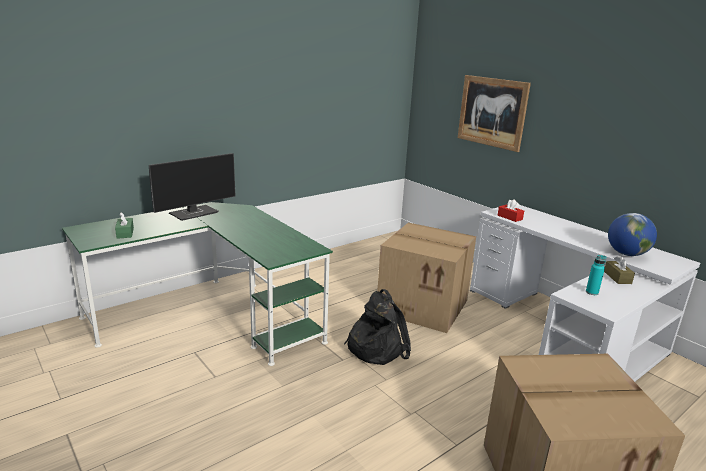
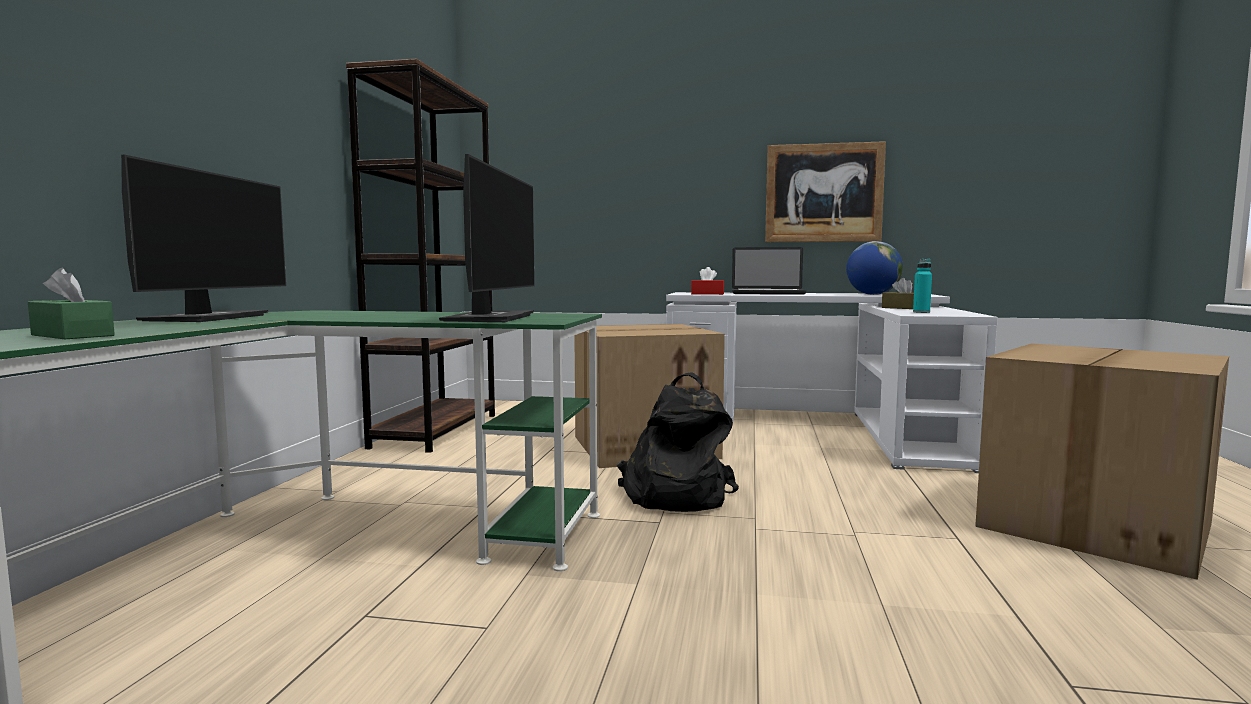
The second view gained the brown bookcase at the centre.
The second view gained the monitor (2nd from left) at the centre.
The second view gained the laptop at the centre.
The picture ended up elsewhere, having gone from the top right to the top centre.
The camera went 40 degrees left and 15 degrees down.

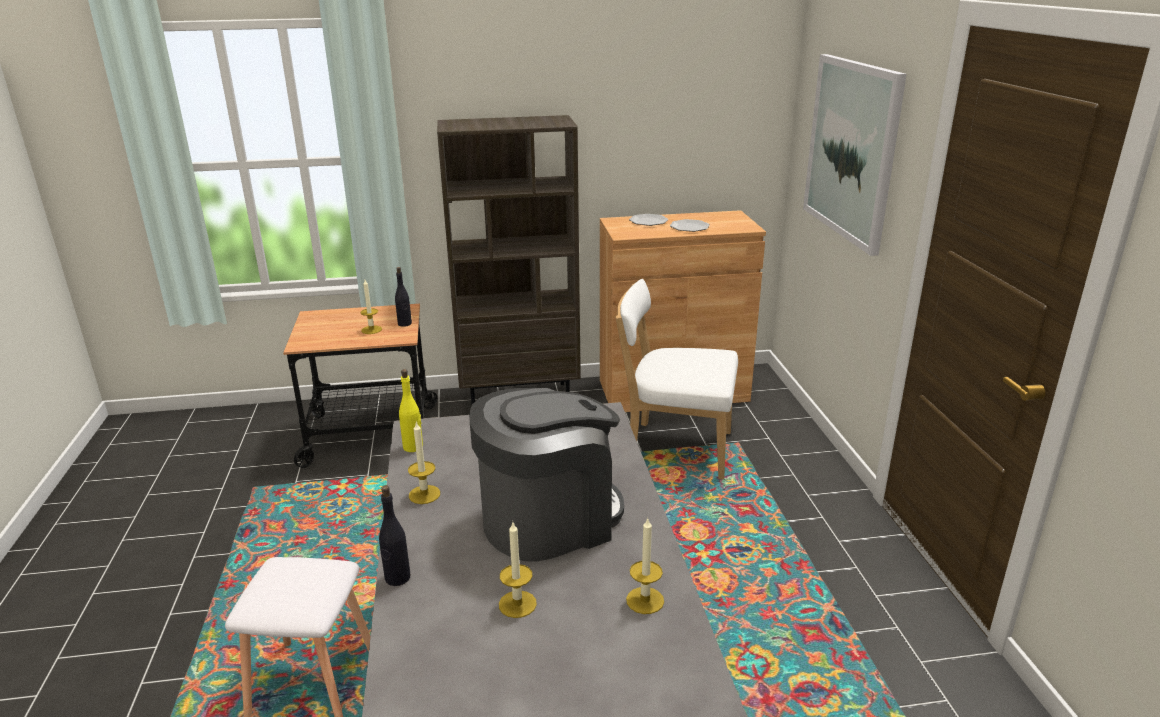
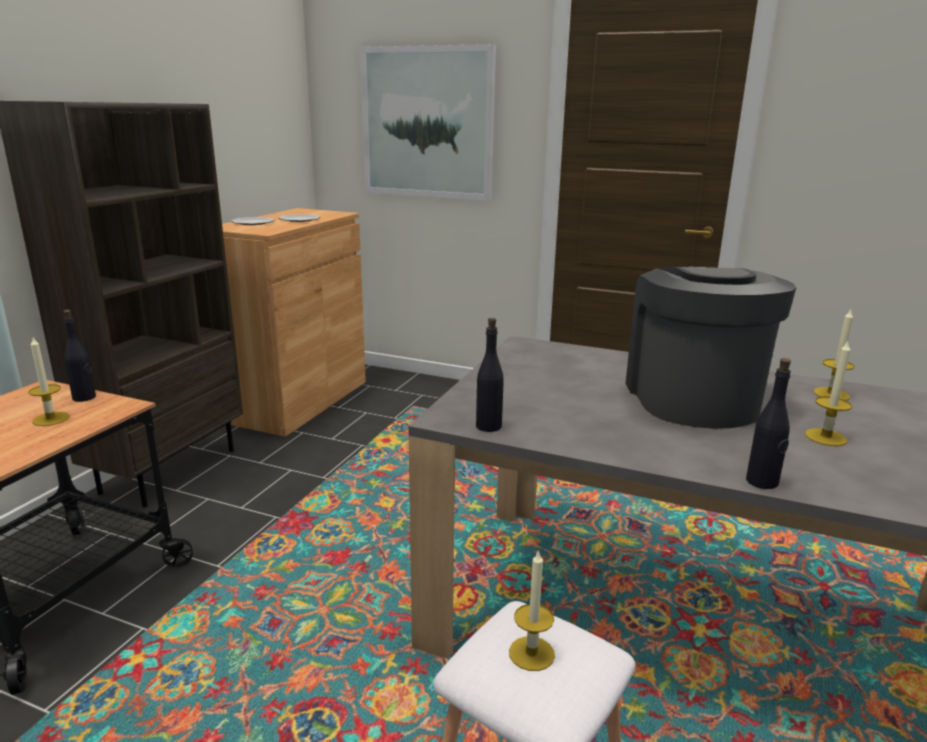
What was the yellow bottle at the centre turned into the black bottle (2nd from left) at the centre.
The candle (2nd from left) ended up elsewhere, having gone from the centre to the bottom centre.
The second view lost the white chair at the centre.
The camera went 60 degrees left and 5 degrees down.

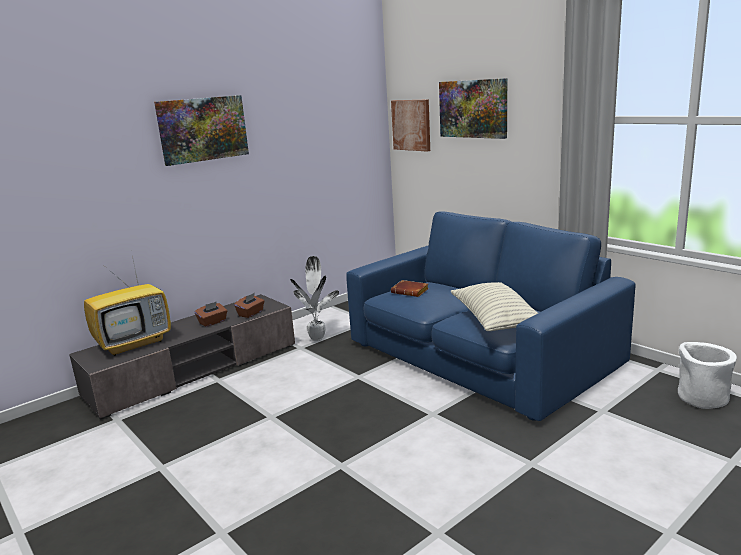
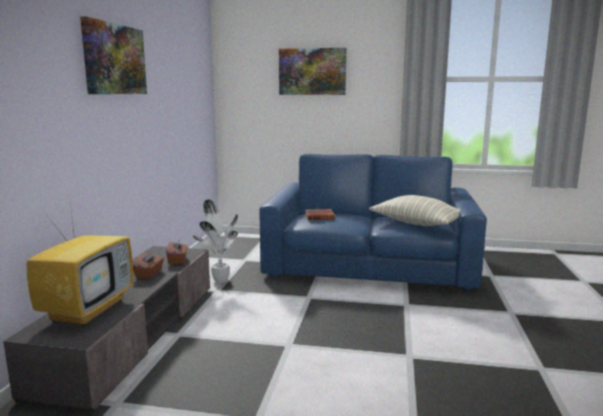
The second view lost the picture (2nd from left) at the top centre.
The second view lost the white planter at the bottom right.
The camera went 40 degrees left and 5 degrees down.

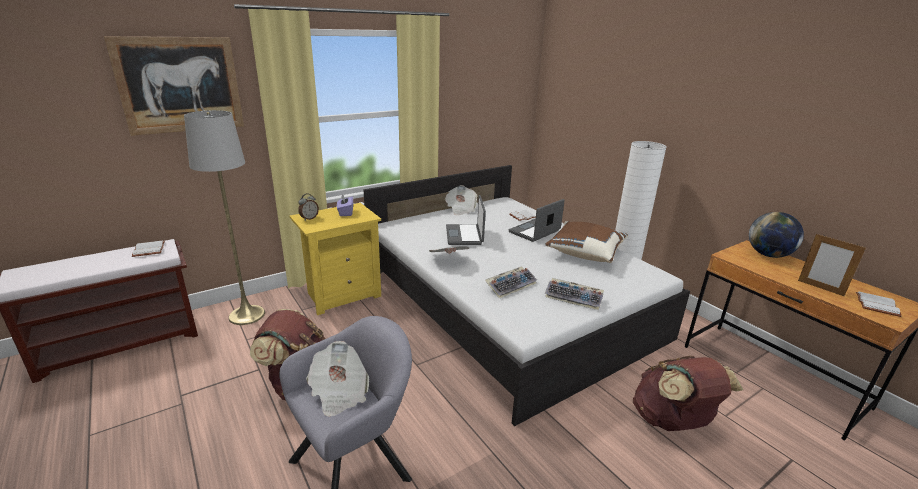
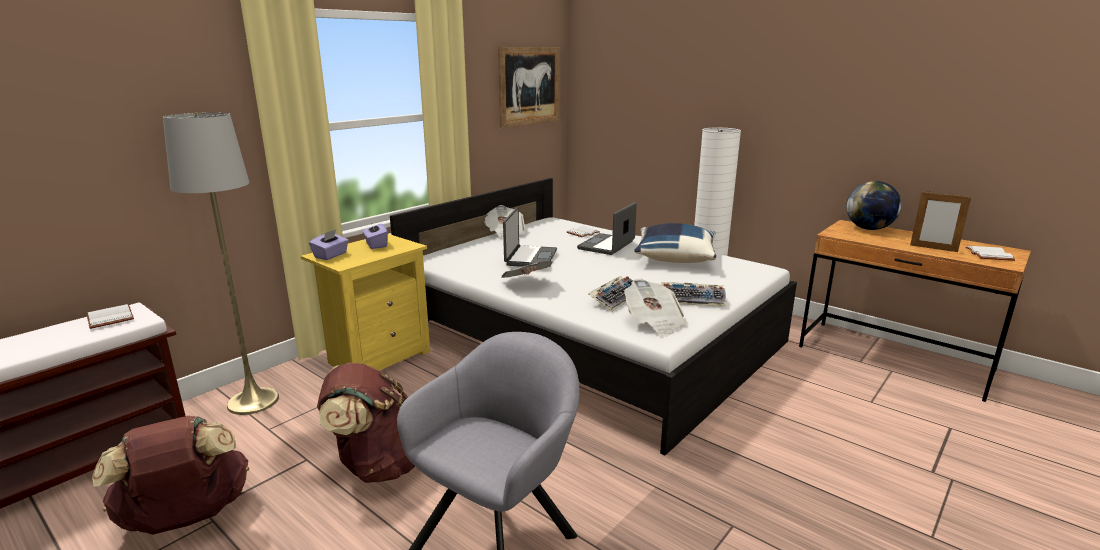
The brown backpack (2nd from left in the first image) ended up elsewhere, having gone from the bottom right to the bottom left.
Where the alarm clock stood at the centre, the purple tissue box (1st from left) came to stand at the middle left.
The picture ended up elsewhere, having gone from the top left to the top centre.
The laptop (1st from left) at the centre ended up facing another way, 150 degrees counterclockwise from before.
The newspaper (1st from left in the first image) ended up elsewhere, having gone from the bottom centre to the centre.
What was the brown pillow at the centre turned into the blue pillow at the centre.
The camera went 15 degrees left and 5 degrees down.

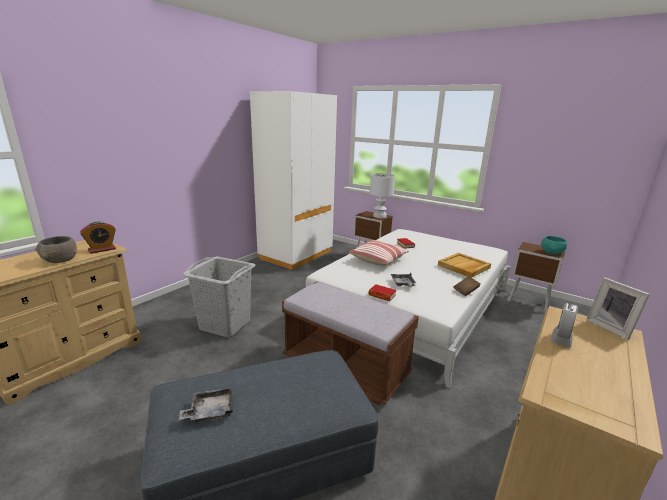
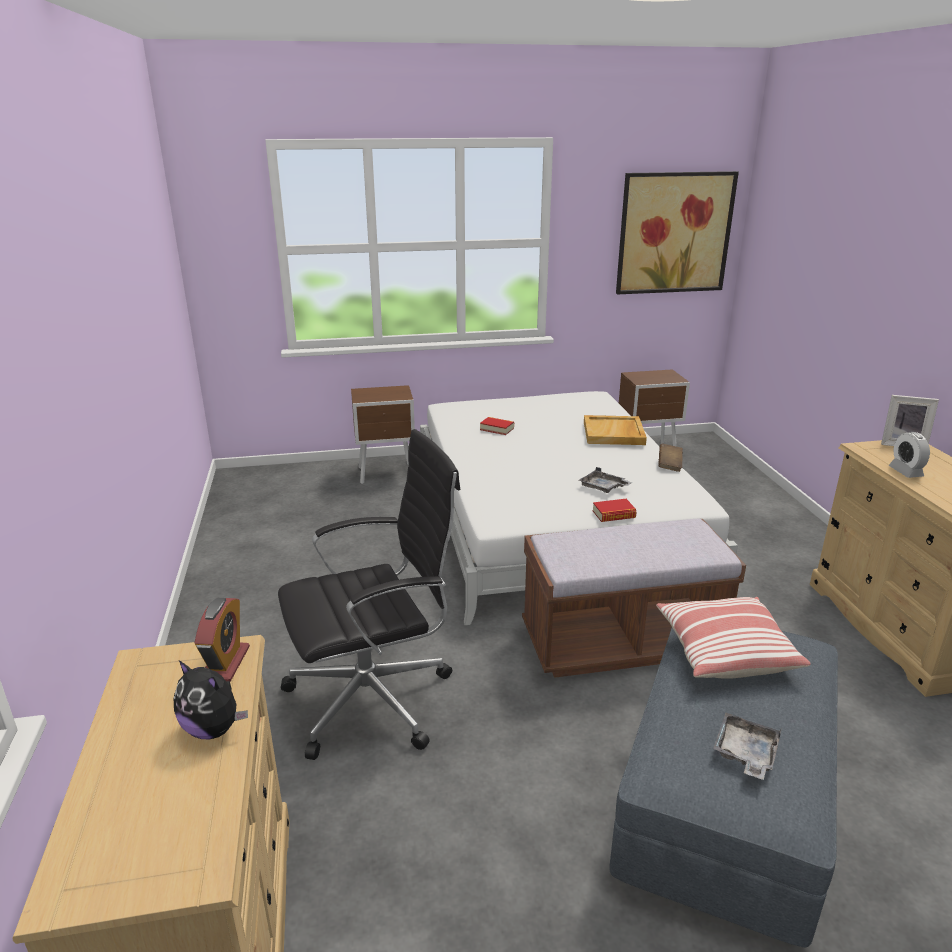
Where the grey bowl stood at the middle left, the plush toy came to stand at the bottom left.
Where the grey laundry basket stood at the middle left, the black office chair came to stand at the centre.
The second view gained the picture at the top right.
The pillow ended up elsewhere, having gone from the centre to the bottom right.
The second view lost the white wardrobe at the centre.
The second view lost the white table lamp at the centre.
The second view lost the turquoise bowl at the middle right.
The camera went 45 degrees left and 5 degrees up.

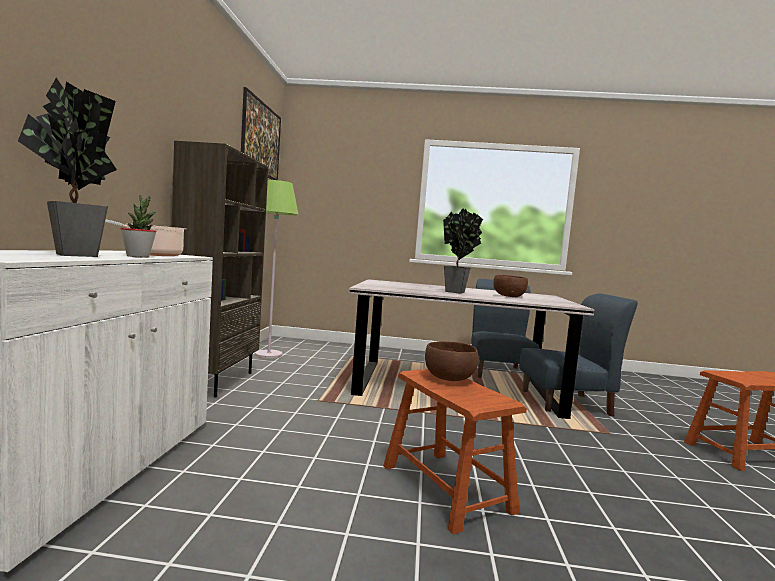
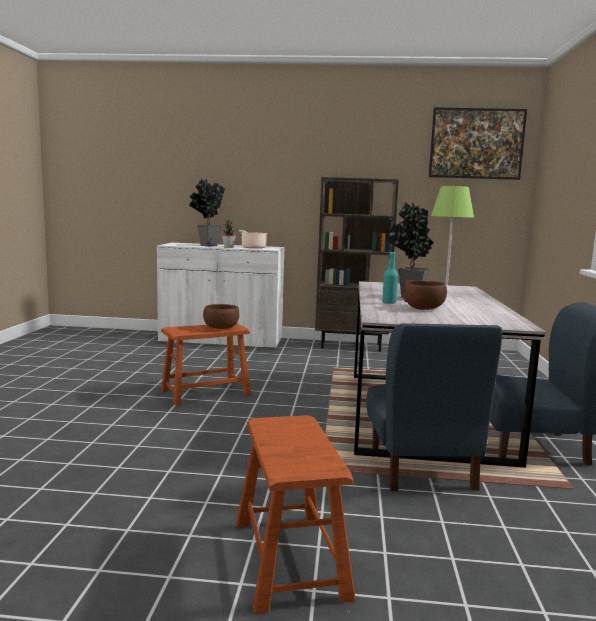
The second view gained the turquoise bottle at the centre.
The camera went 90 degrees right and 5 degrees up.

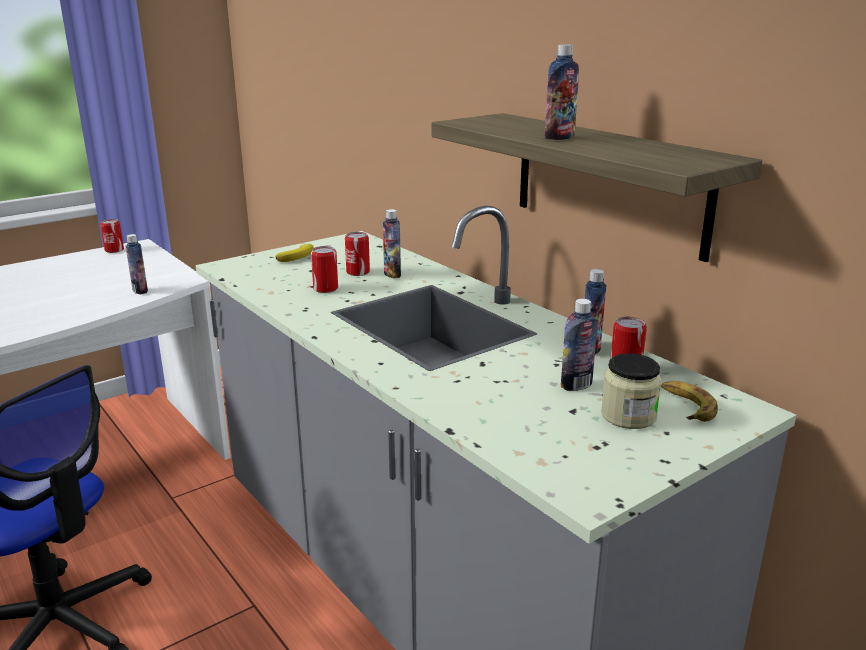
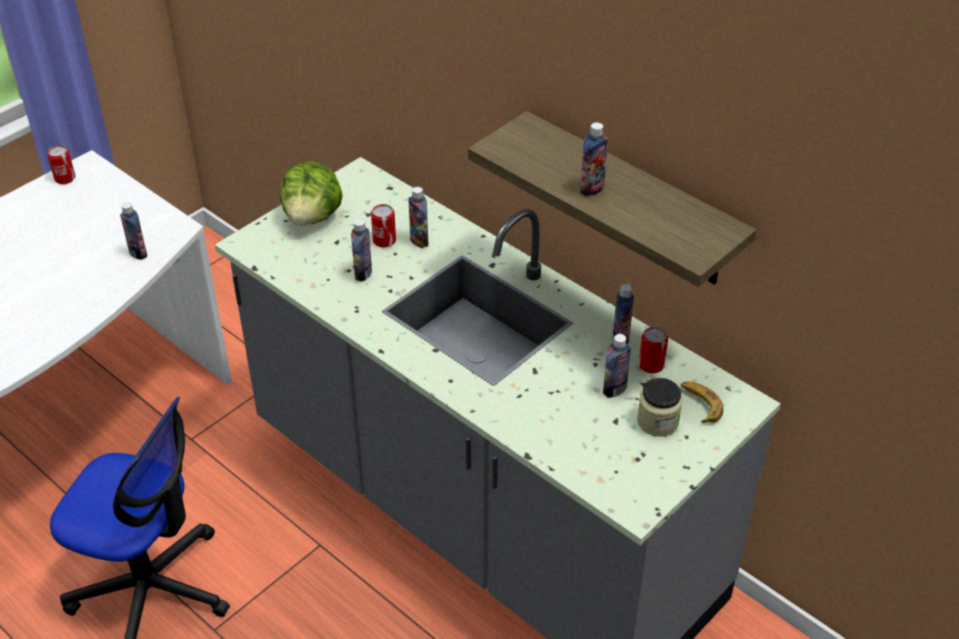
Where the banana (1st from left) stood at the centre, the lettuce came to stand at the top left.
Where the can (2nd from left) stood at the centre, the bottle (2nd from left) came to stand at the centre.
The camera went 10 degrees left and 20 degrees up.

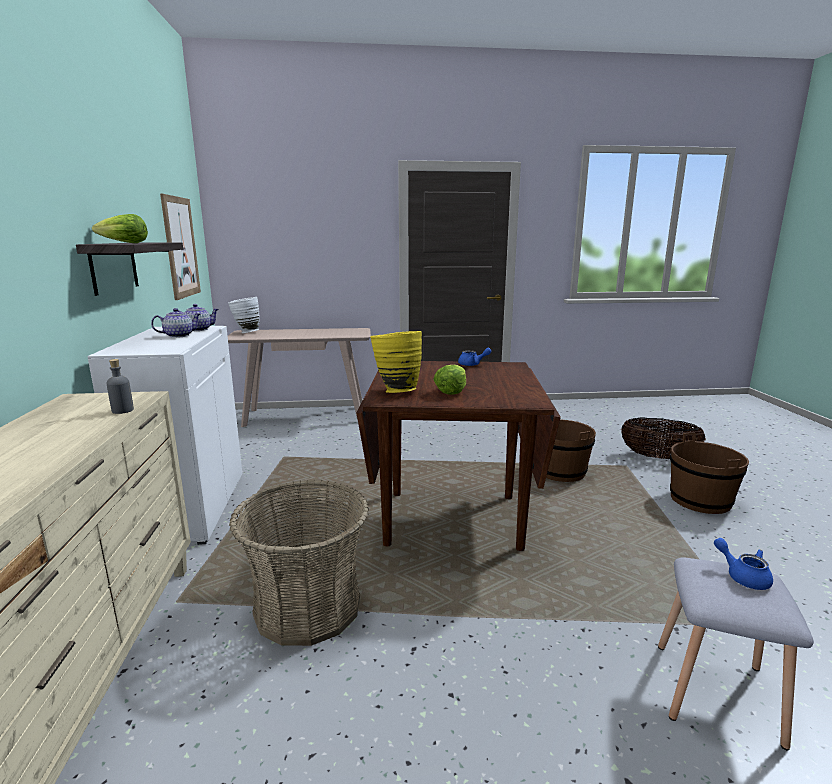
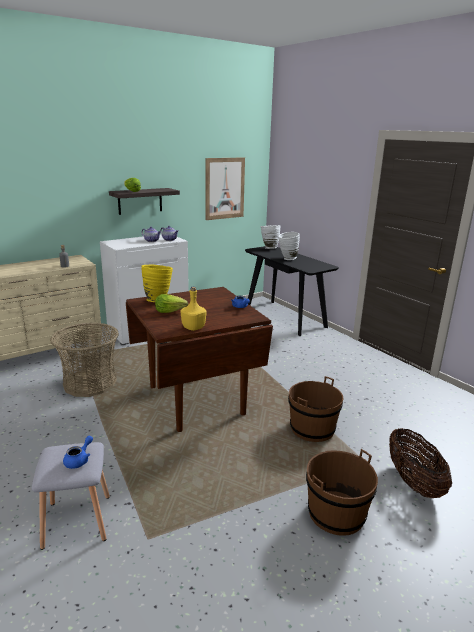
The second view gained the yellow bottle at the centre.
What was the beige console table at the centre turned into the black console table at the centre.
The second view gained the white vase (2nd from left) at the centre.
The camera went 60 degrees right and 5 degrees up.

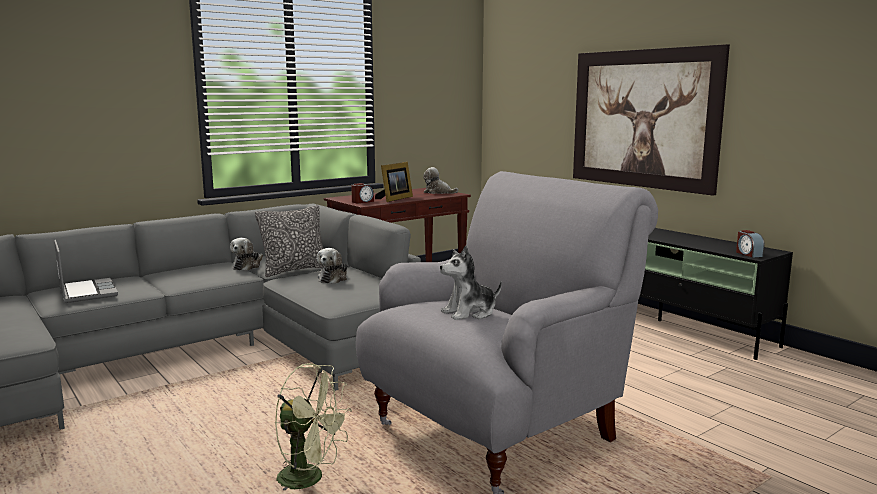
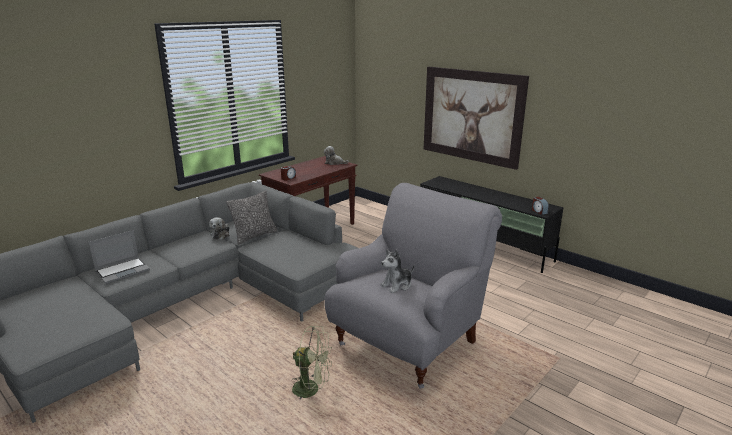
The laptop at the middle left ended up facing another way, 90 degrees clockwise from before.
The second view lost the plush toy (2nd from left) at the centre.
The second view lost the picture frame at the centre.
The camera went 10 degrees left and 10 degrees up.

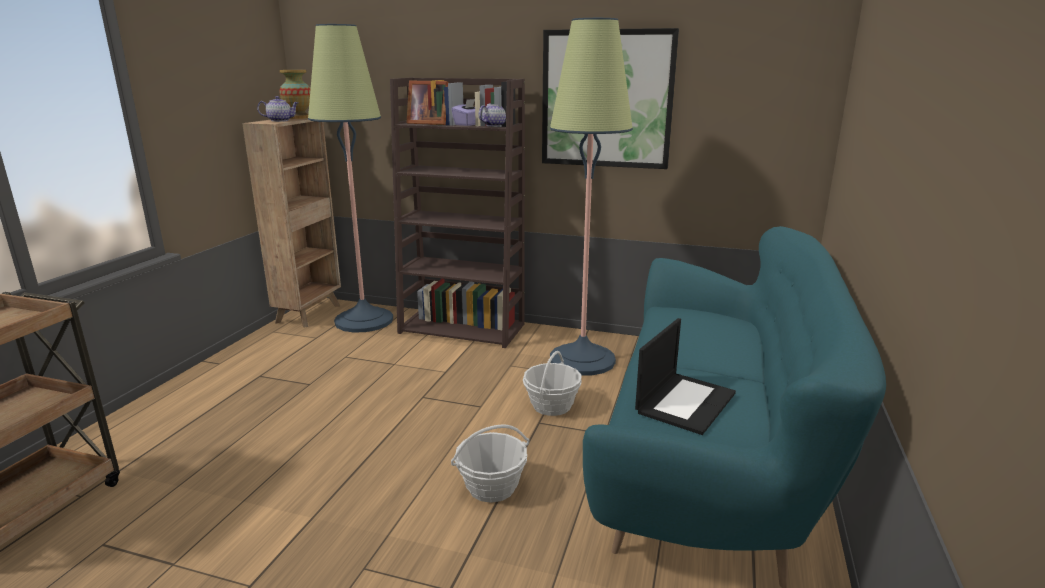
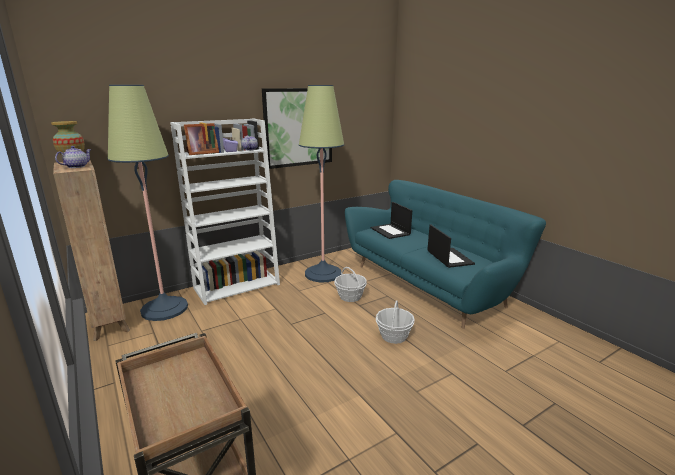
What was the brown bookcase (2nd from left) at the centre turned into the white bookcase at the centre.
The second view gained the laptop (1st from left) at the centre.
The camera went 50 degrees left and 0 degrees up.

